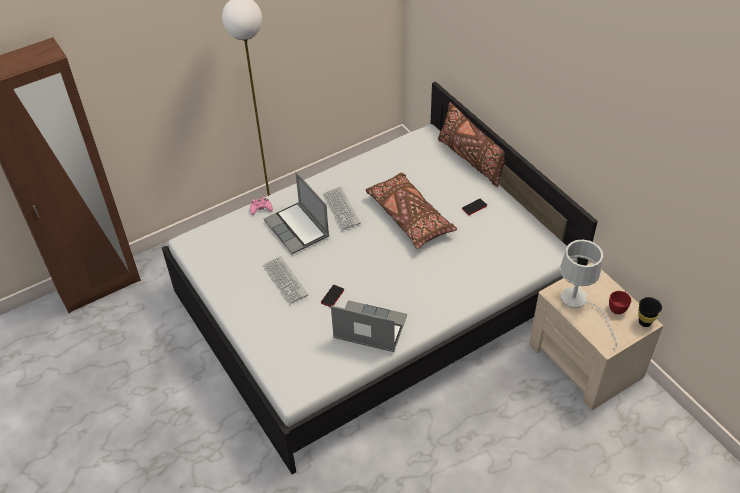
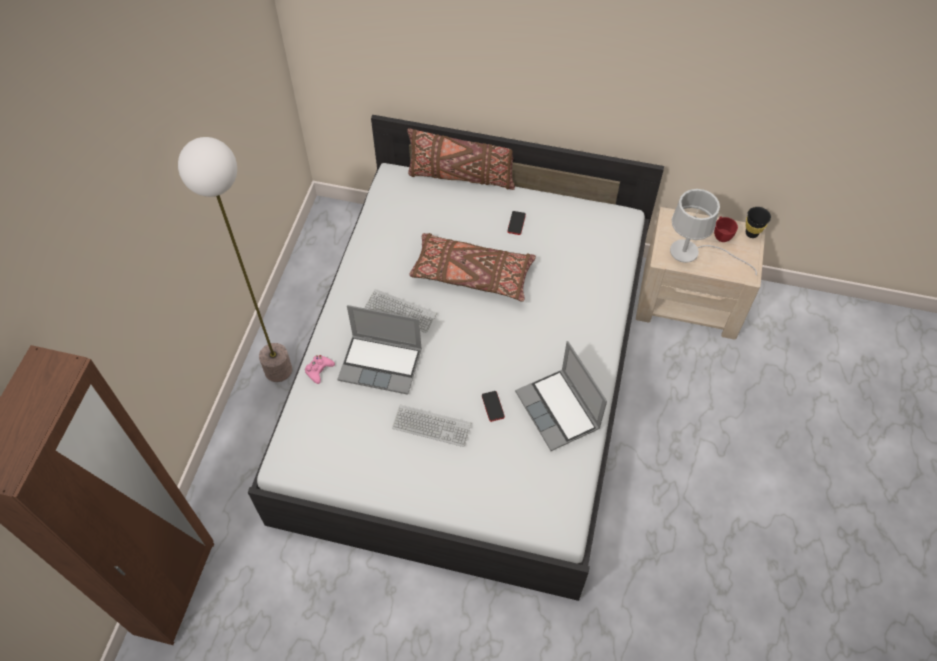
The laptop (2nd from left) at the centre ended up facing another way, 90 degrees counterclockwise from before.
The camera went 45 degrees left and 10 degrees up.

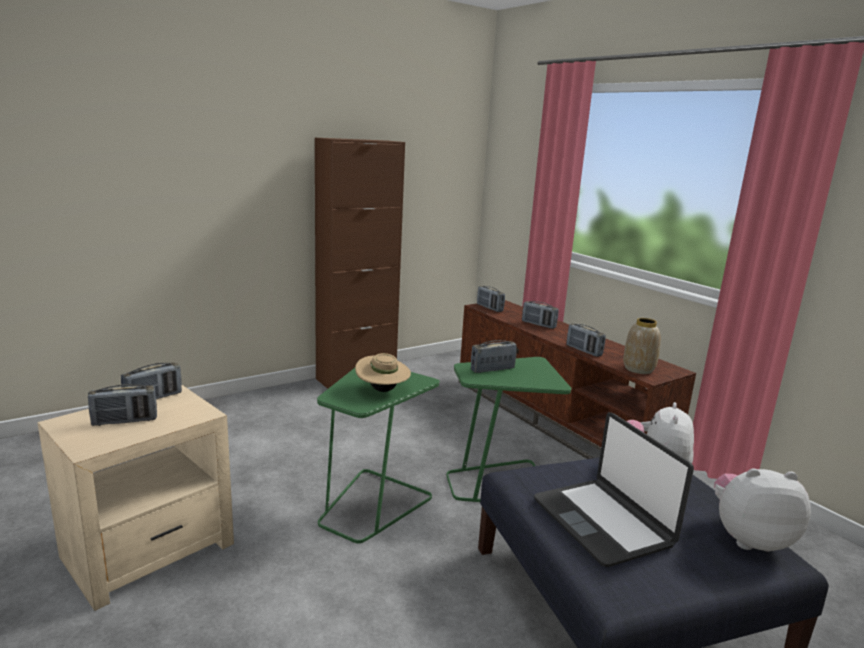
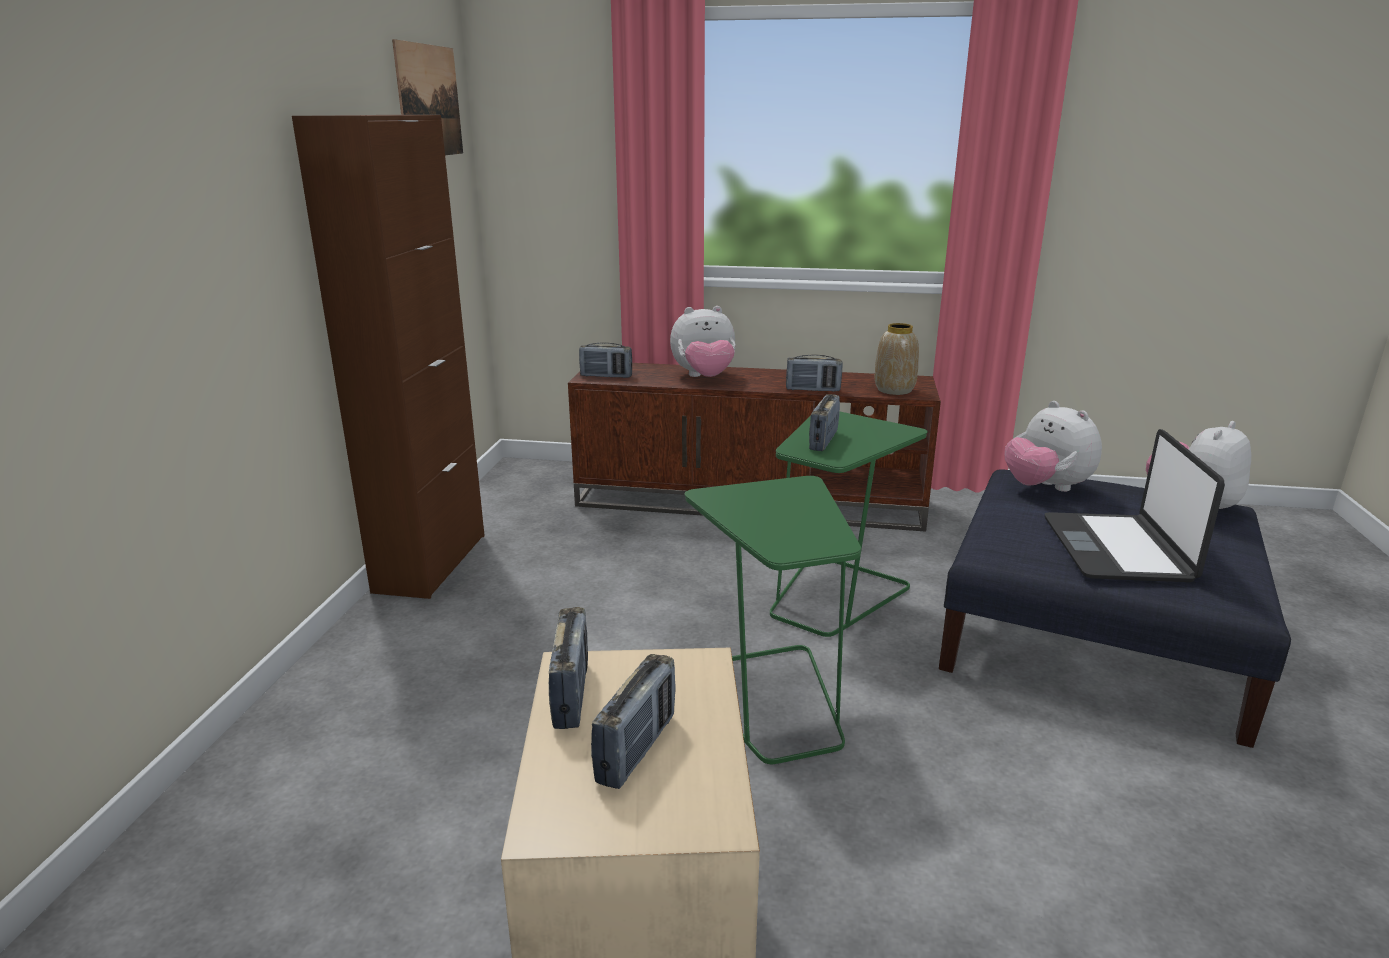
The second view gained the picture at the top left.
Where the radio (5th from left) stood at the centre, the plush toy (1st from left) came to stand at the centre.
The laptop at the bottom right ended up facing another way, 75 degrees clockwise from before.
The second view lost the beige hat at the centre.
The camera went 45 degrees left and 5 degrees up.

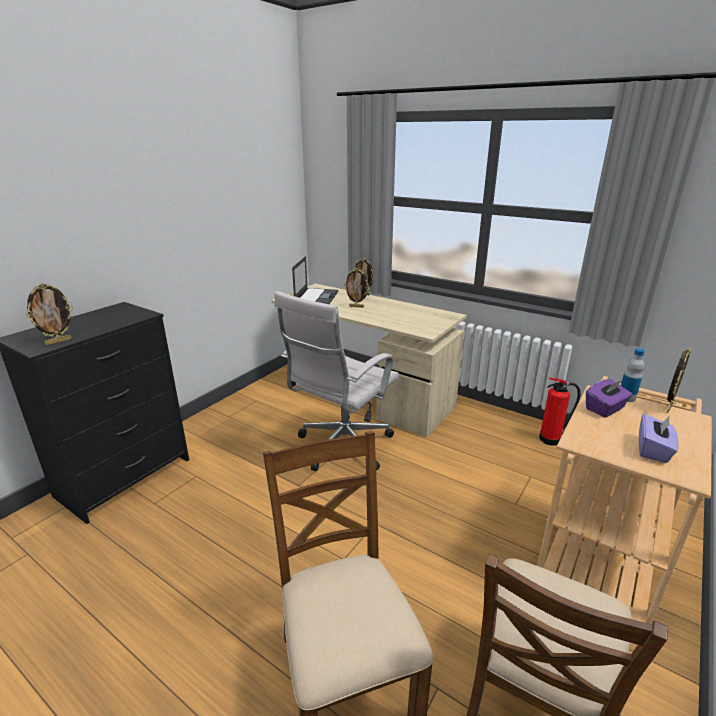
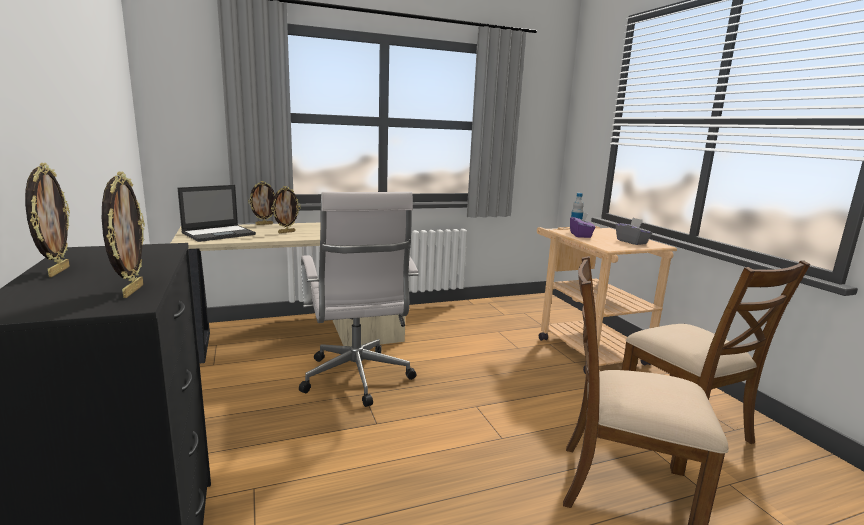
The picture frame (4th from left in the first image) ended up elsewhere, having gone from the middle right to the middle left.
The laptop at the centre ended up facing another way, 90 degrees clockwise from before.
What was the purple tissue box (2nd from left) at the middle right turned into the grey tissue box at the middle right.
The second view lost the fire extinguisher at the middle right.
The camera went 55 degrees left and 10 degrees down.

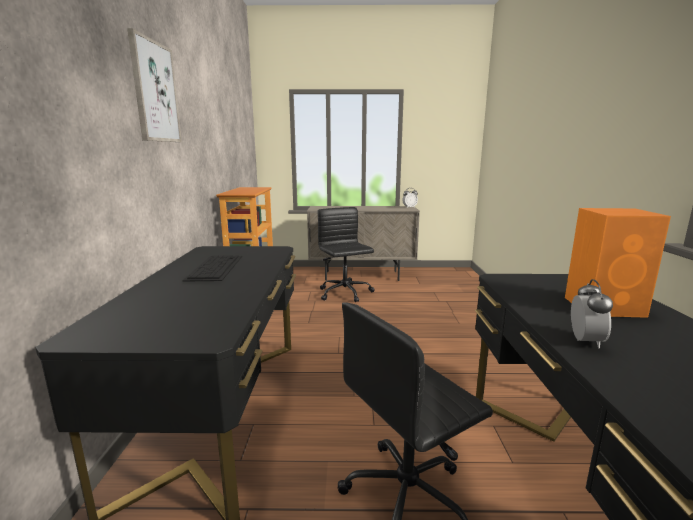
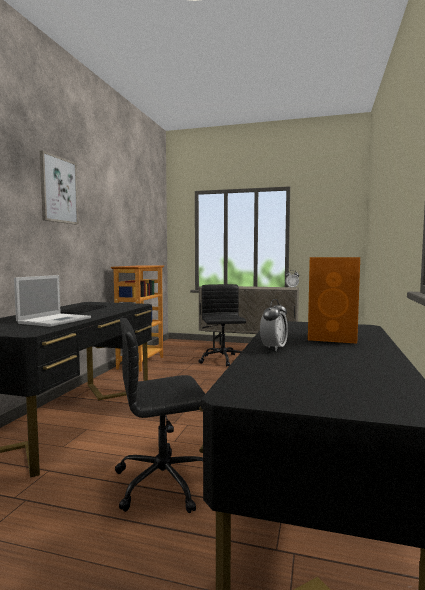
The second view gained the laptop at the middle left.
The camera went 15 degrees right and 10 degrees down.

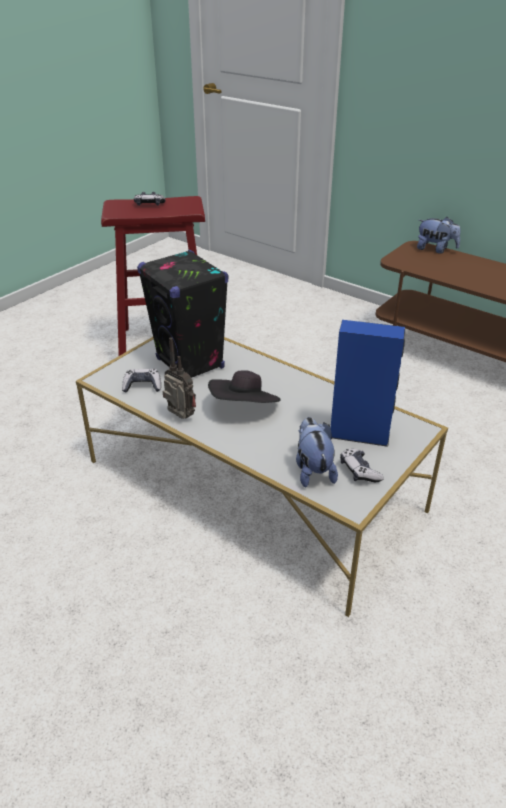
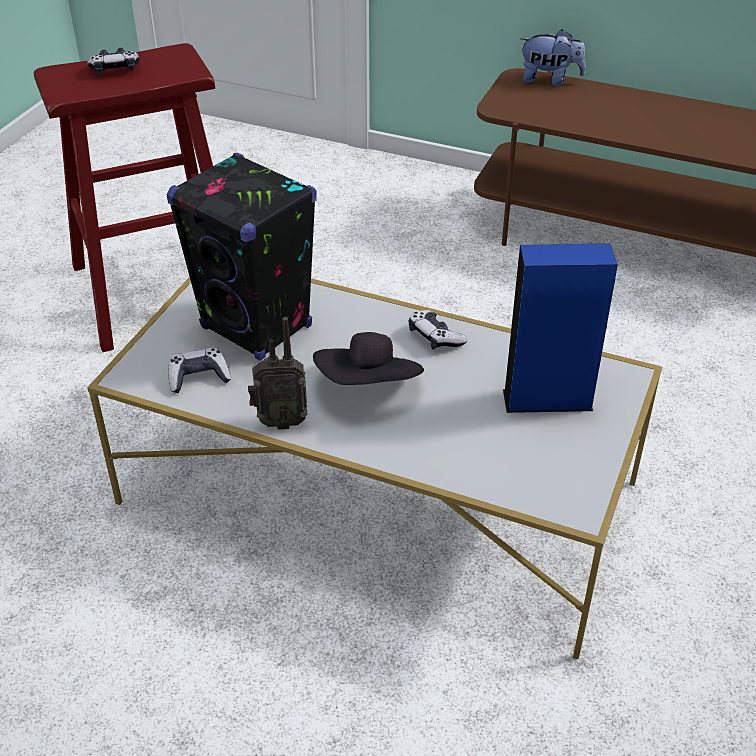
The radio at the centre ended up facing another way, 150 degrees clockwise from before.
The game controller (3rd from left) ended up elsewhere, having gone from the middle right to the centre.
The second view lost the plush toy (1st from left) at the centre.
The camera went 15 degrees left and 5 degrees up.

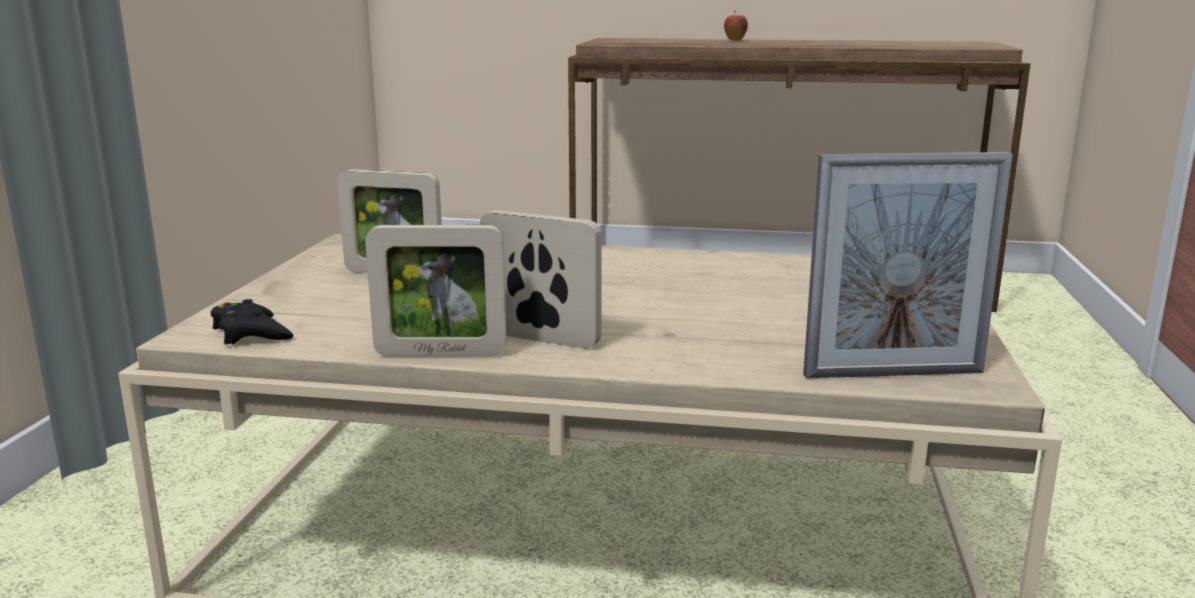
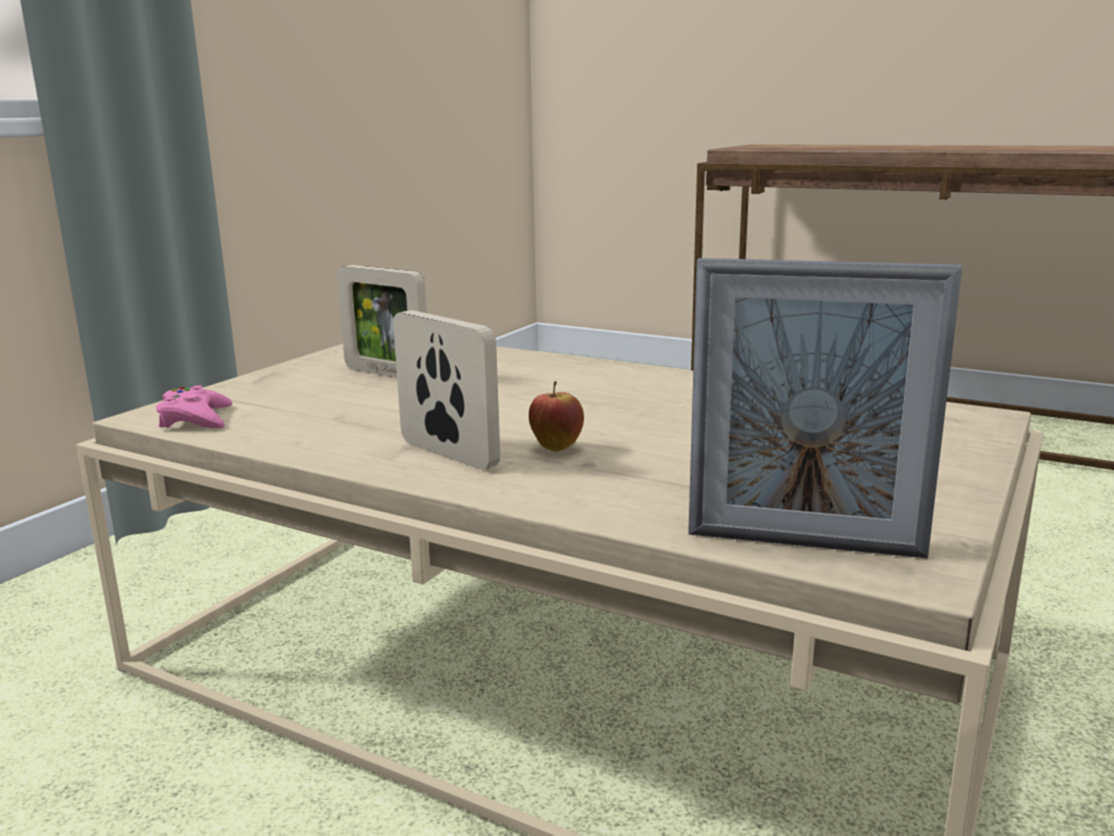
What was the black game controller at the middle left turned into the pink game controller at the middle left.
The apple ended up elsewhere, having gone from the top centre to the centre.
The second view lost the picture frame (2nd from left) at the centre.
The camera went 20 degrees right and 0 degrees up.

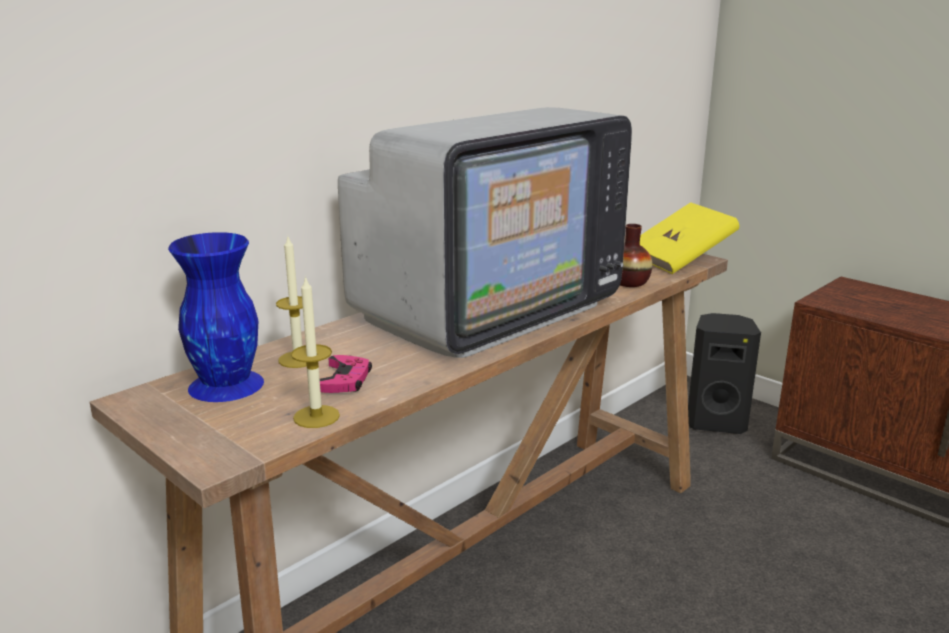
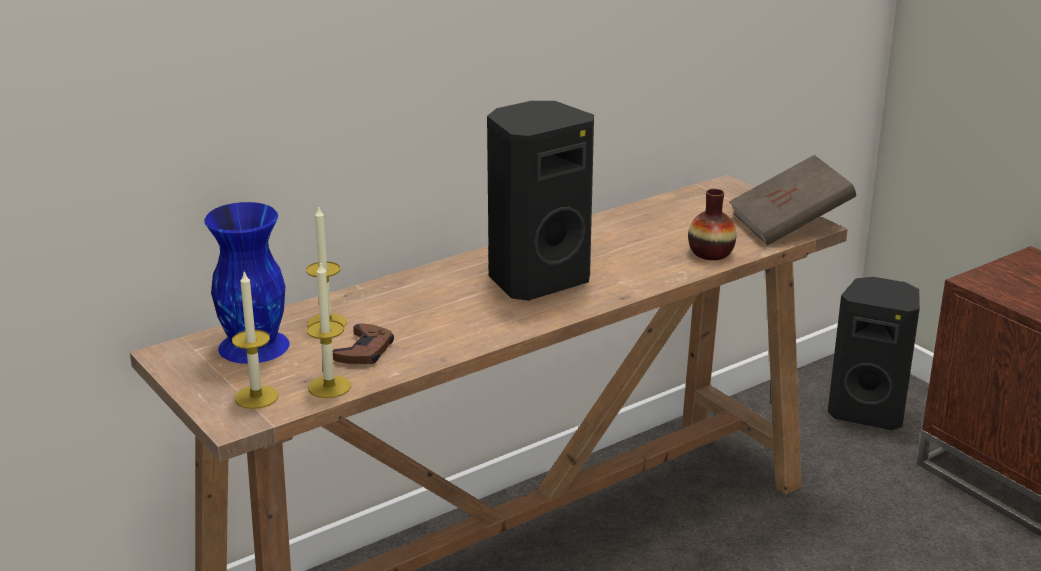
The second view gained the candle (1st from left) at the middle left.
What was the pink game controller at the centre turned into the brown game controller at the centre.
Where the television stood at the centre, the black speaker (1st from left) came to stand at the centre.
What was the yellow book at the middle right turned into the brown book at the middle right.
The camera went 10 degrees right and 5 degrees up.

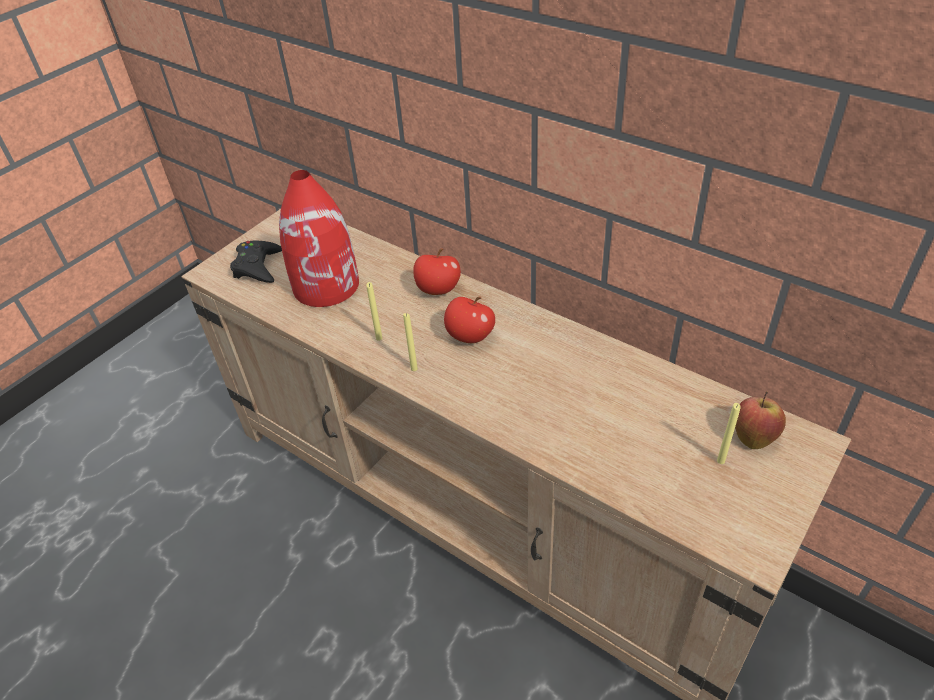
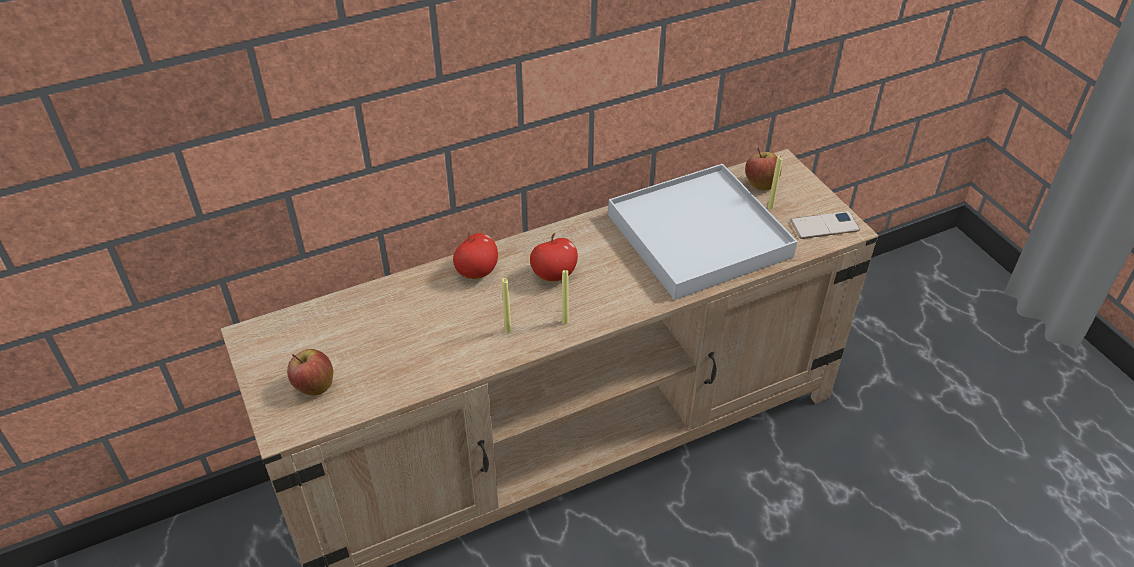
Where the black game controller stood at the middle left, the apple (1st from left) came to stand at the middle left.
The second view gained the white tray at the centre.
The second view gained the phone at the middle right.
The second view lost the red vase at the centre.
The camera went 65 degrees left and 0 degrees up.

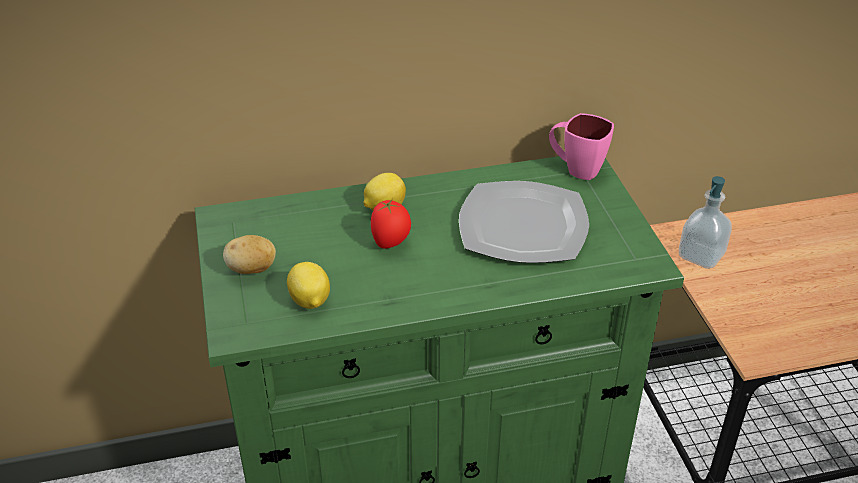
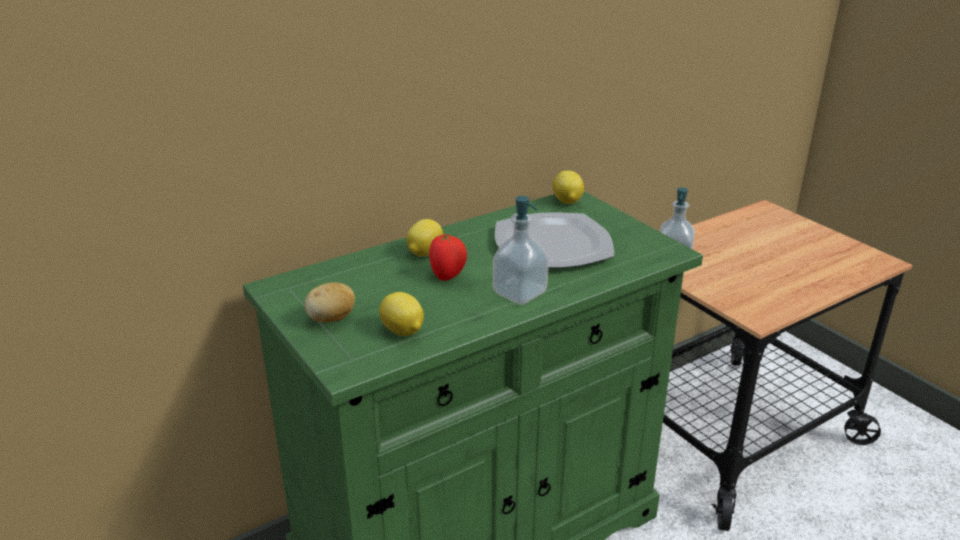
The second view gained the soap dispenser (1st from left) at the centre.
Where the pink mug stood at the top right, the lemon (3rd from left) came to stand at the centre.
The camera went 20 degrees left and 10 degrees down.

